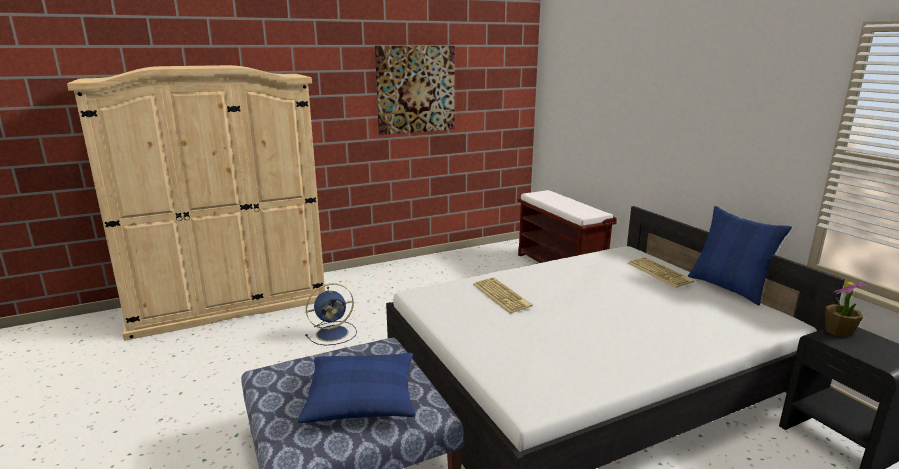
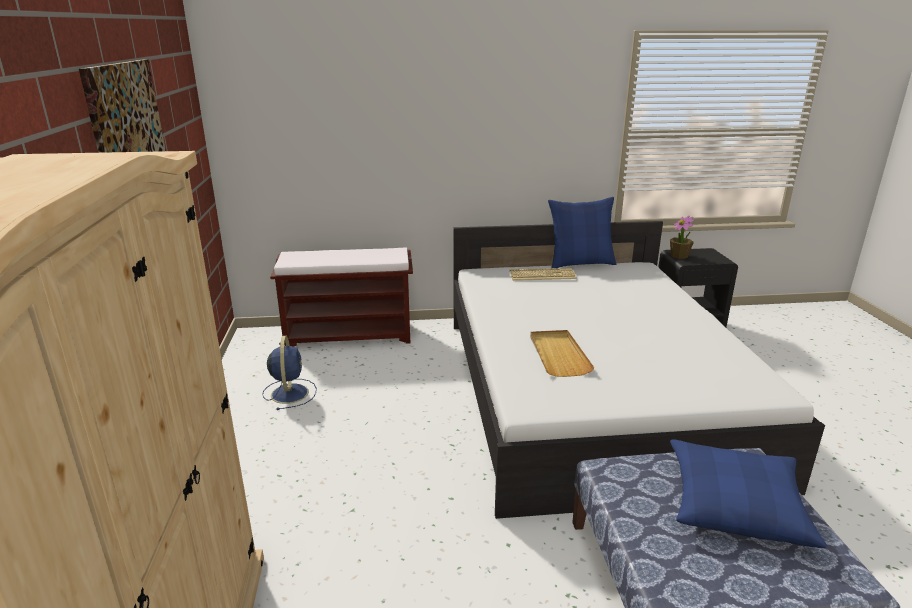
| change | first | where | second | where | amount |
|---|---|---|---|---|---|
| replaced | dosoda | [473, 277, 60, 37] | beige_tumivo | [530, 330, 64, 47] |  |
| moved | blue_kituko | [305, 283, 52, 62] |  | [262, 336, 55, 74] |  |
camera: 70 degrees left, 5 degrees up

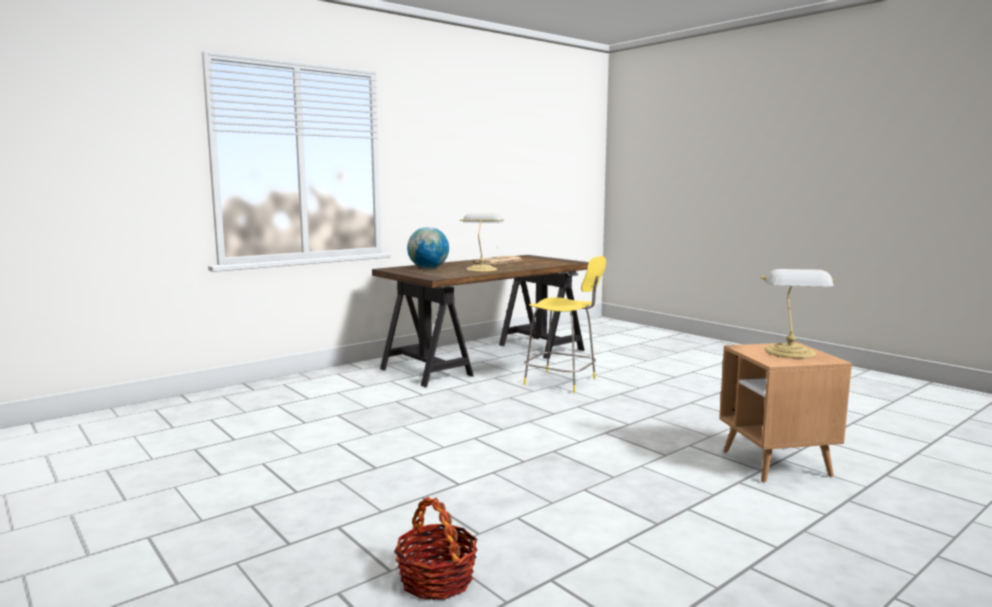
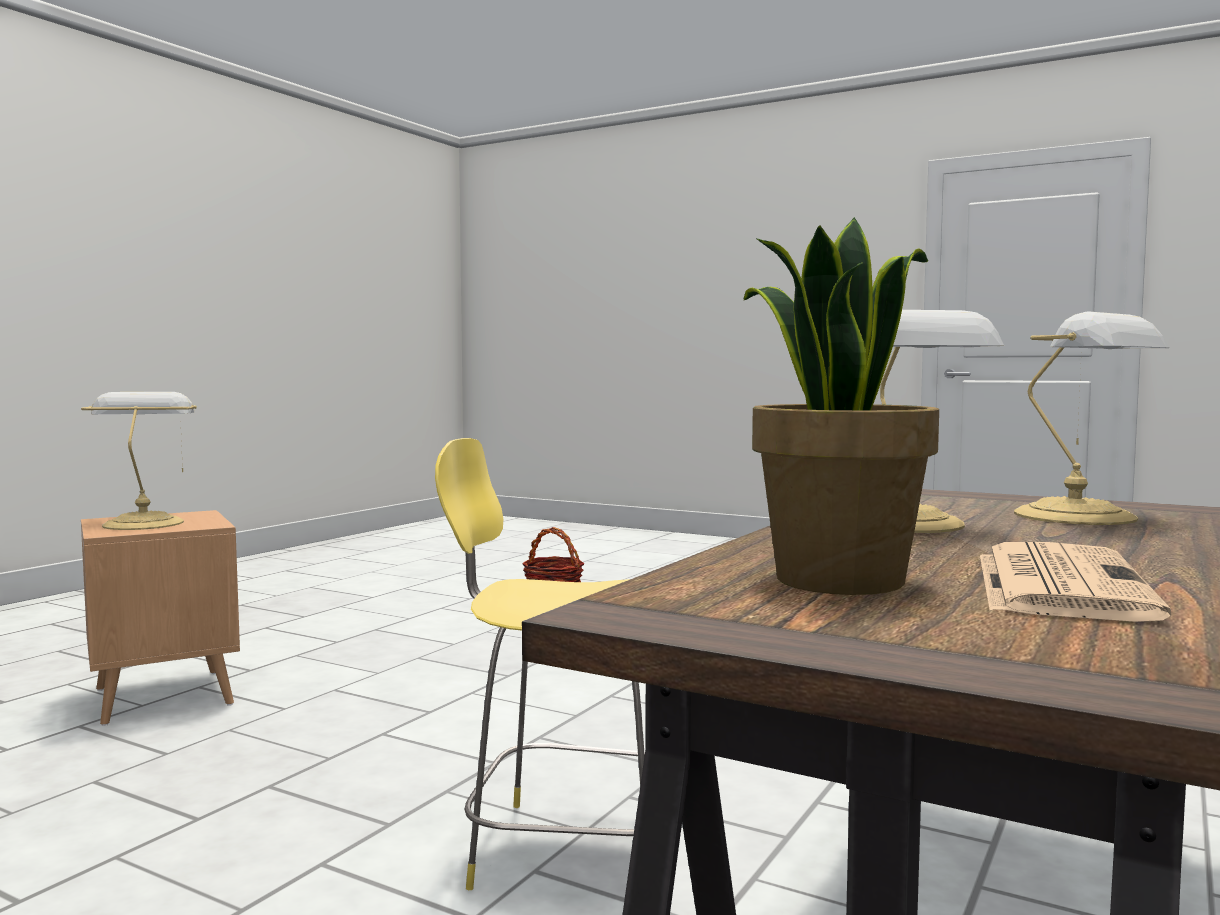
| change | first | where | second | where | amount |
|---|---|---|---|---|---|
| replaced | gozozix | [407, 227, 42, 42] | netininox | [1014, 311, 156, 214] |  |
| added |  |  | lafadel | [744, 217, 195, 378] |  |
camera: 160 degrees right, 5 degrees down

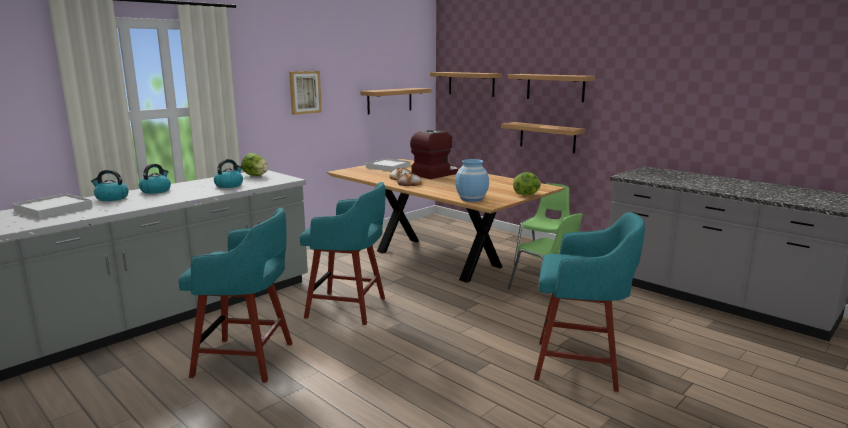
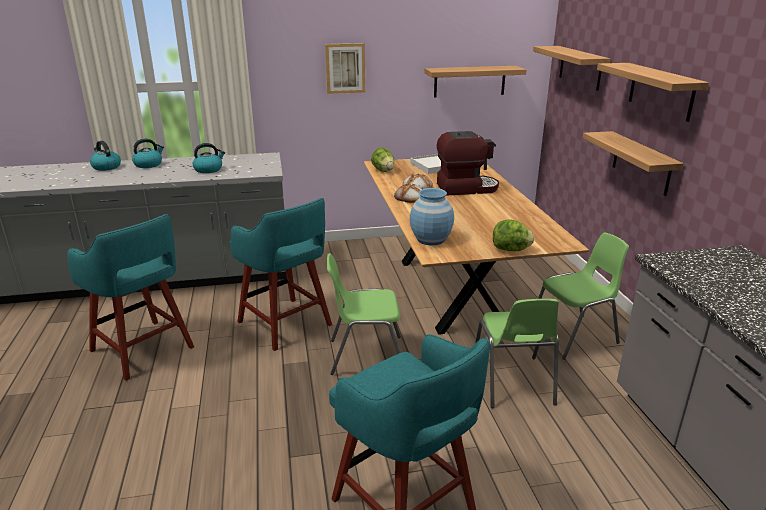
| change | first | where | second | where | amount |
|---|---|---|---|---|---|
| moved | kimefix | [241, 153, 27, 23] |  | [371, 147, 23, 25] |  |
| removed | white_tumivo | [13, 194, 80, 25] |  |  |  |
| added |  |  | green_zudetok | [327, 253, 74, 122] |  |
camera: 35 degrees right, 10 degrees up

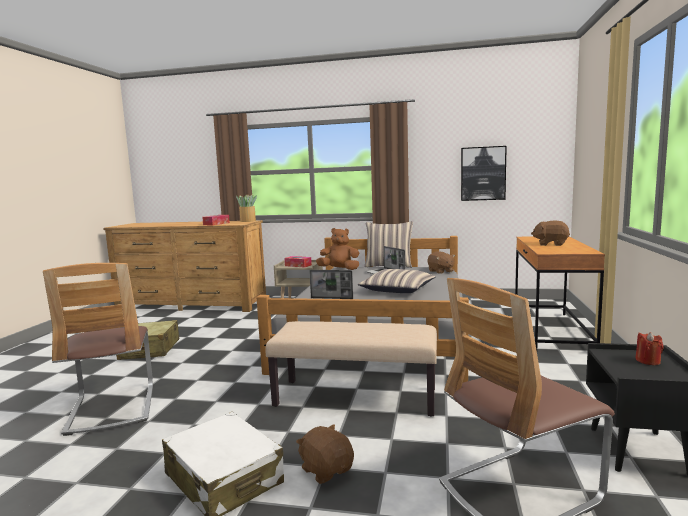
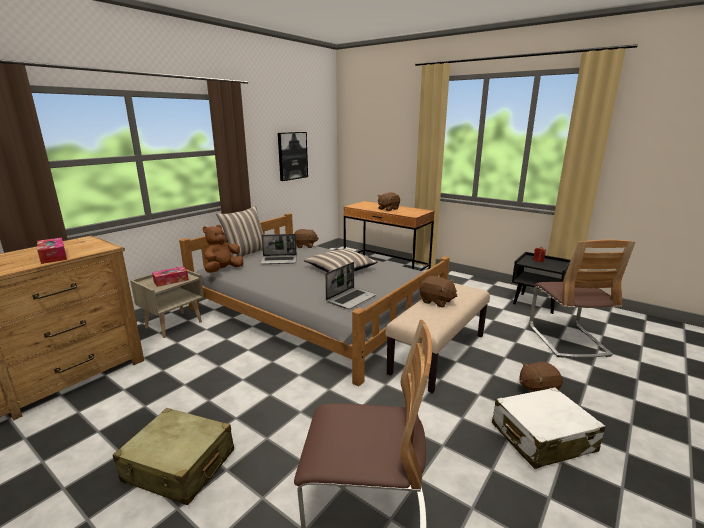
| change | first | where | second | where | amount |
|---|---|---|---|---|---|
| removed | lafadel | [236, 195, 21, 27] |  |  |  |
| added |  |  | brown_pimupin | [420, 276, 37, 31] |  |
camera: 65 degrees left, 10 degrees up

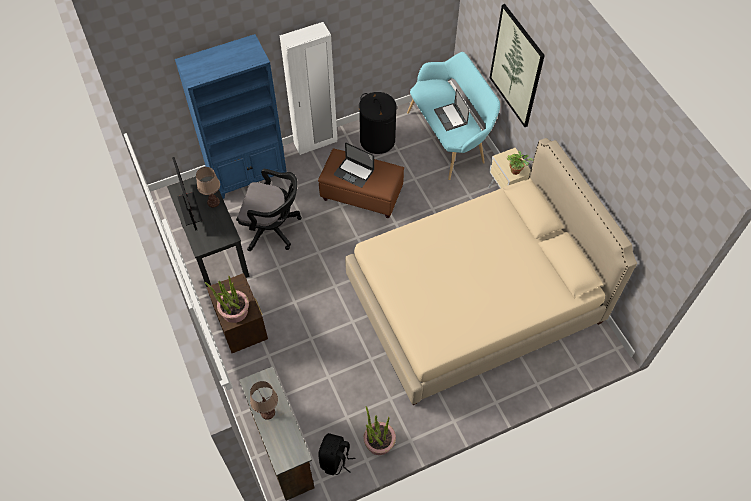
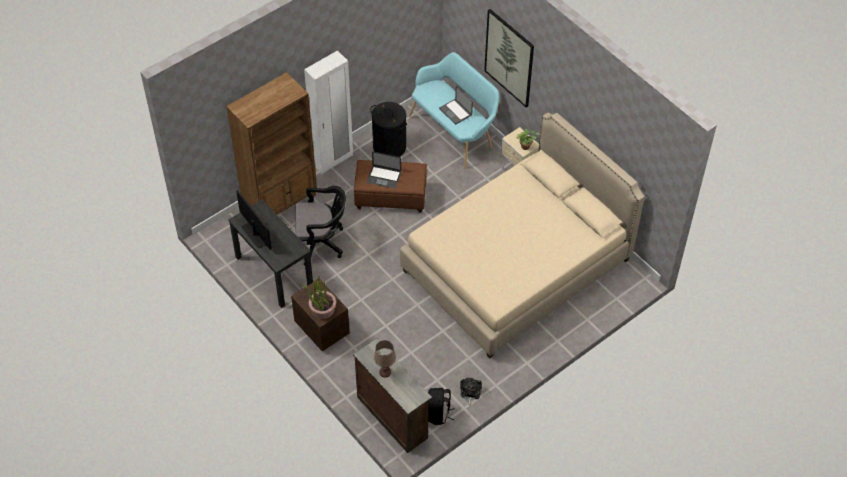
| change | first | where | second | where | amount |
|---|---|---|---|---|---|
| recoloured | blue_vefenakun | [175, 34, 112, 165] | brown_vefenakun | [226, 72, 91, 143] |  |
| removed | brown_netininox | [196, 167, 24, 40] |  |  |  |
| replaced | lafadel | [363, 406, 33, 49] | pimupin | [460, 377, 22, 29] |  |
camera: 15 degrees left, 5 degrees down

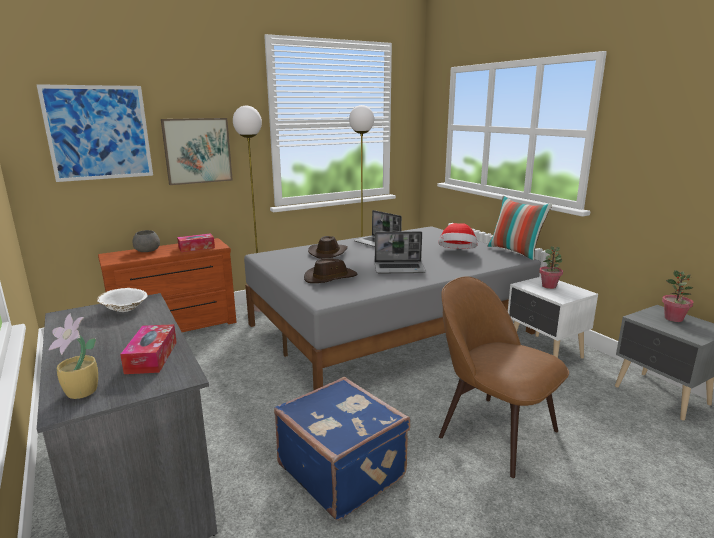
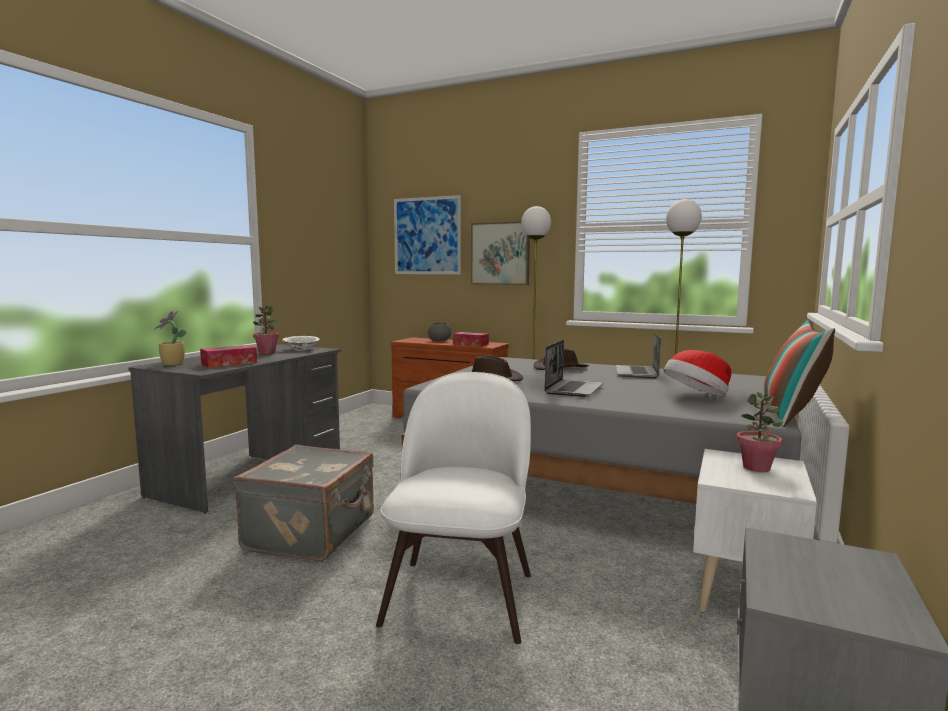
| change | first | where | second | where | amount |
|---|---|---|---|---|---|
| turned | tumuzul | [375, 231, 51, 43] |  | [544, 340, 59, 57] | 120 degrees counterclockwise |
| moved | lafadel | [662, 270, 32, 52] |  | [253, 306, 27, 49] |  |
| recoloured | brown_zudetok | [439, 277, 130, 201] | white_zudetok | [376, 372, 155, 272] |  |
| recoloured | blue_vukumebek | [274, 377, 136, 144] | grey_vukumebek | [233, 445, 141, 116] |  |
camera: 55 degrees right, 10 degrees down

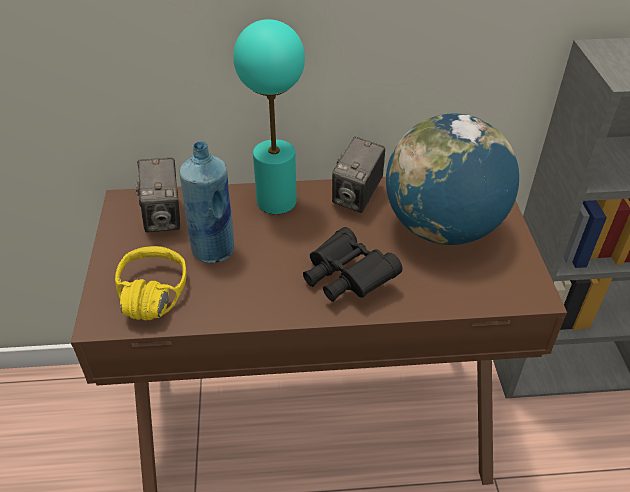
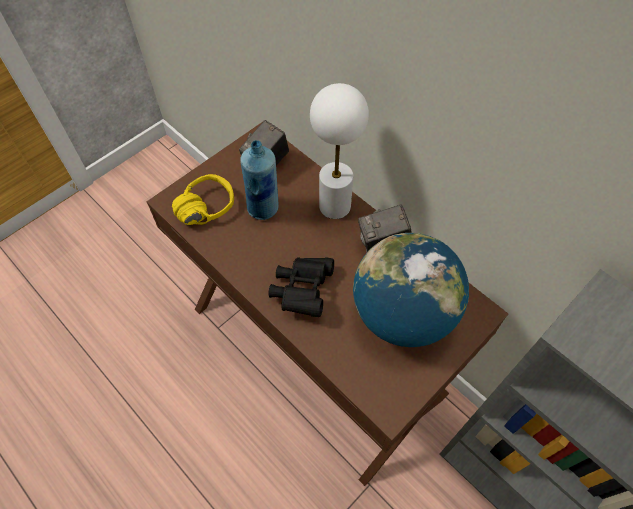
| change | first | where | second | where | amount |
|---|---|---|---|---|---|
| recoloured | turquoise_netininox | [233, 19, 72, 195] | white_netininox | [310, 83, 59, 136] |  |
camera: 50 degrees right, 15 degrees up

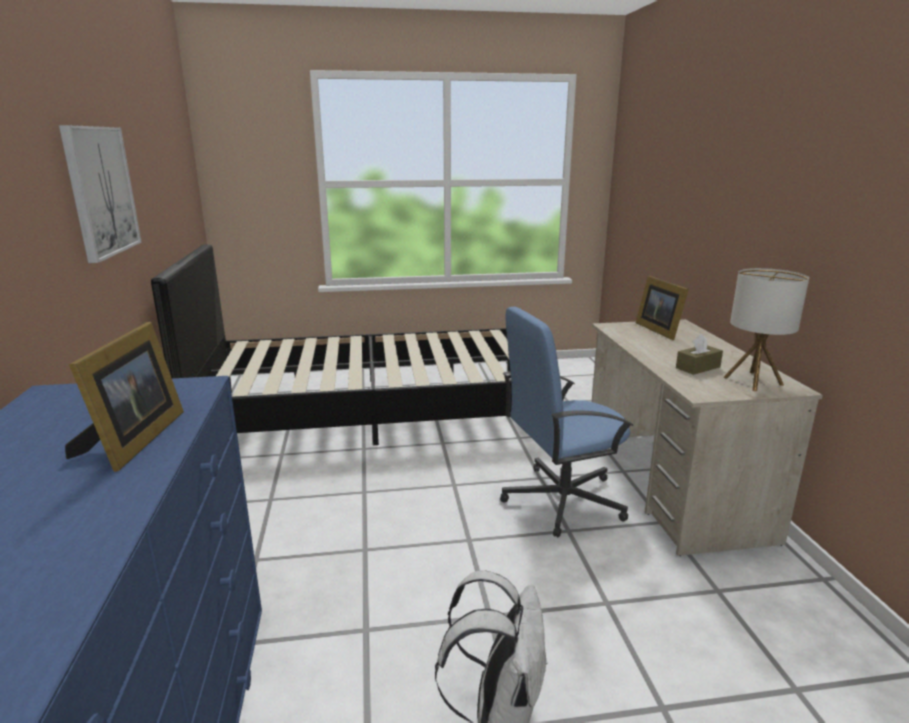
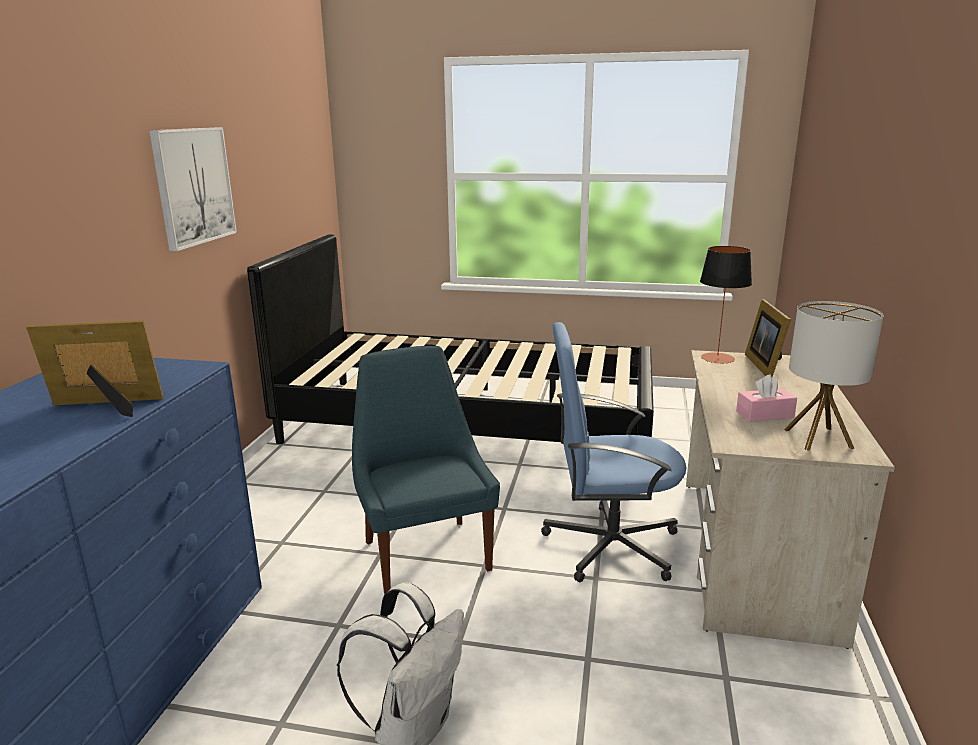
| change | first | where | second | where | amount |
|---|---|---|---|---|---|
| turned | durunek | [65, 322, 119, 150] |  | [26, 320, 137, 97] | 120 degrees counterclockwise |
| recoloured | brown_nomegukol | [676, 334, 47, 41] | pink_nomegukol | [736, 374, 61, 48] |  |
| added |  |  | netininox | [700, 246, 52, 118] |  |
| added |  |  | blue_zudetok | [352, 346, 148, 248] |  |
camera: 20 degrees right, 0 degrees up

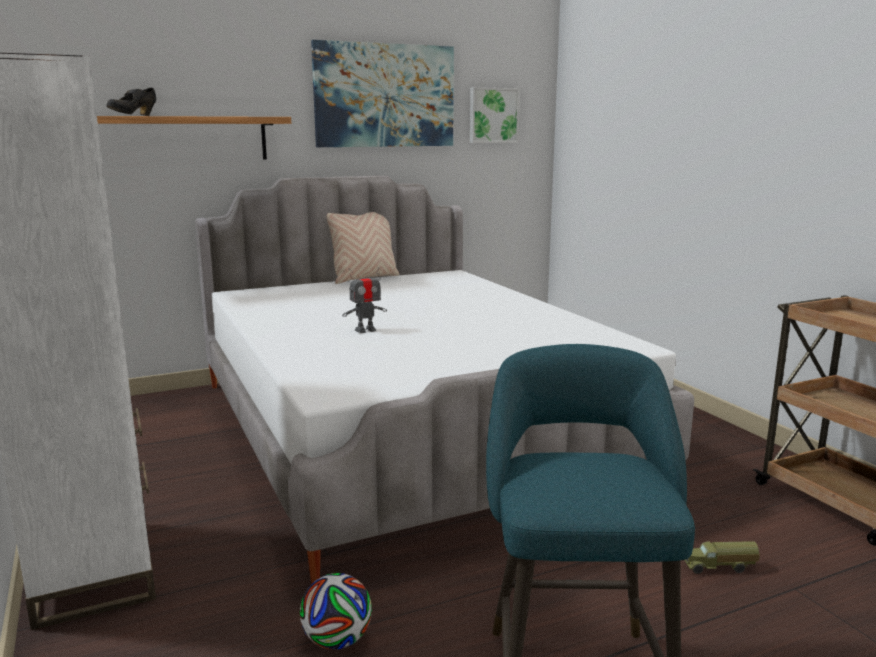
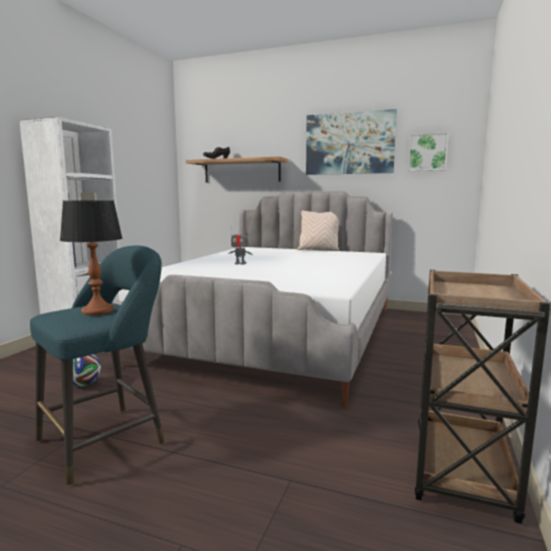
| change | first | where | second | where | amount |
|---|---|---|---|---|---|
| removed | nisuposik | [685, 541, 75, 33] |  |  |  |
| added |  |  | netininox | [60, 200, 63, 116] |  |
camera: 45 degrees right, 5 degrees down

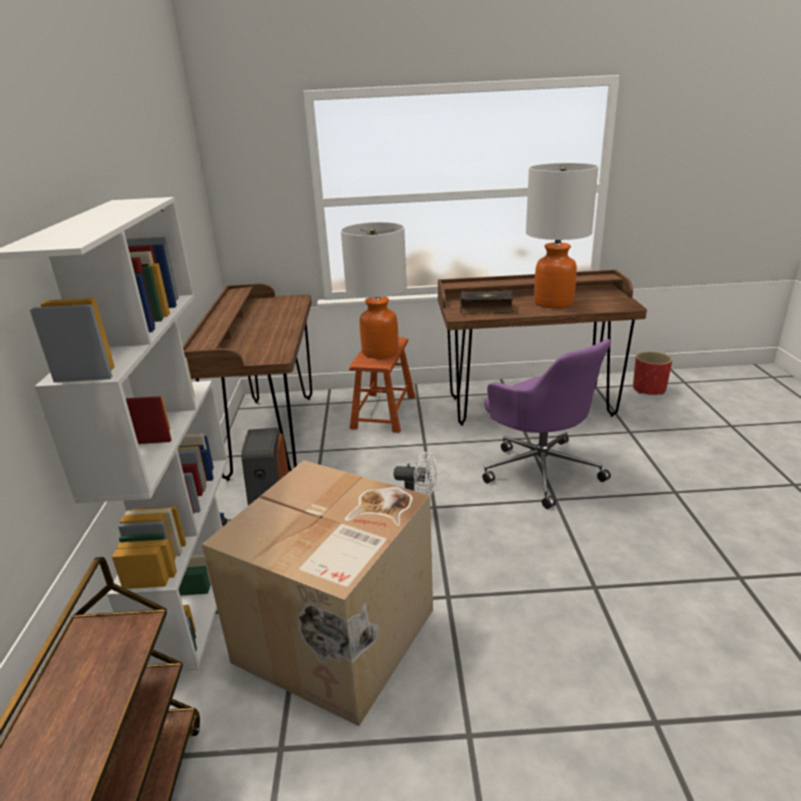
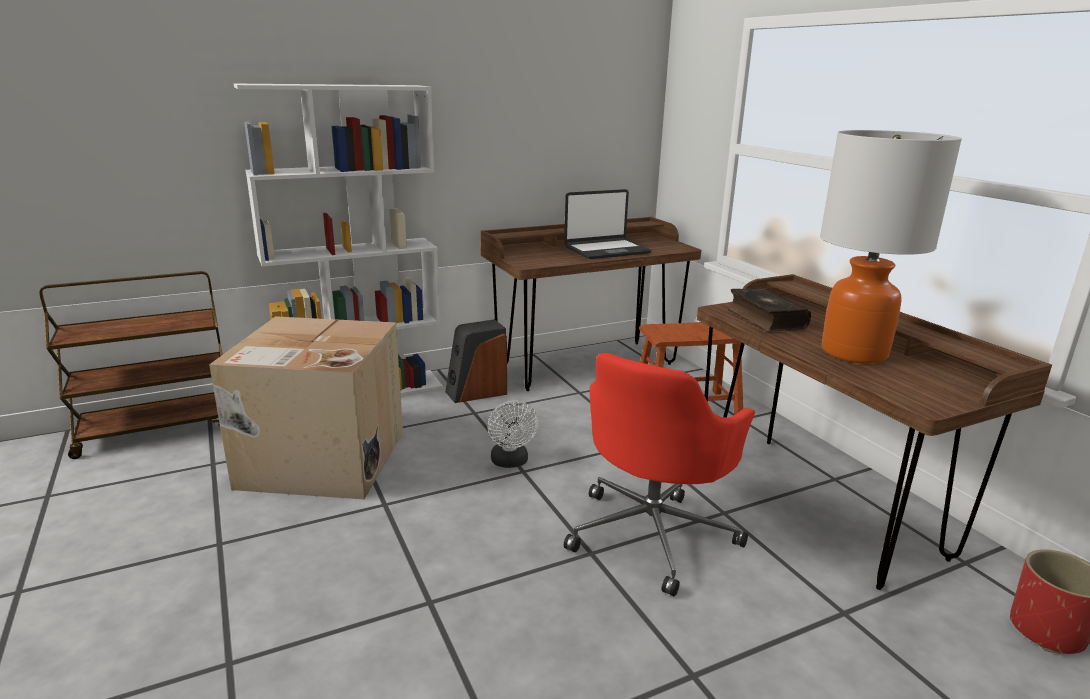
| change | first | where | second | where | amount |
|---|---|---|---|---|---|
| removed | netininox | [341, 222, 66, 137] |  |  |  |
| recoloured | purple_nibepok | [482, 339, 129, 170] | red_nibepok | [564, 353, 191, 243] |  |
| added |  |  | tumuzul | [564, 189, 88, 70] |  |
camera: 65 degrees right, 5 degrees down

